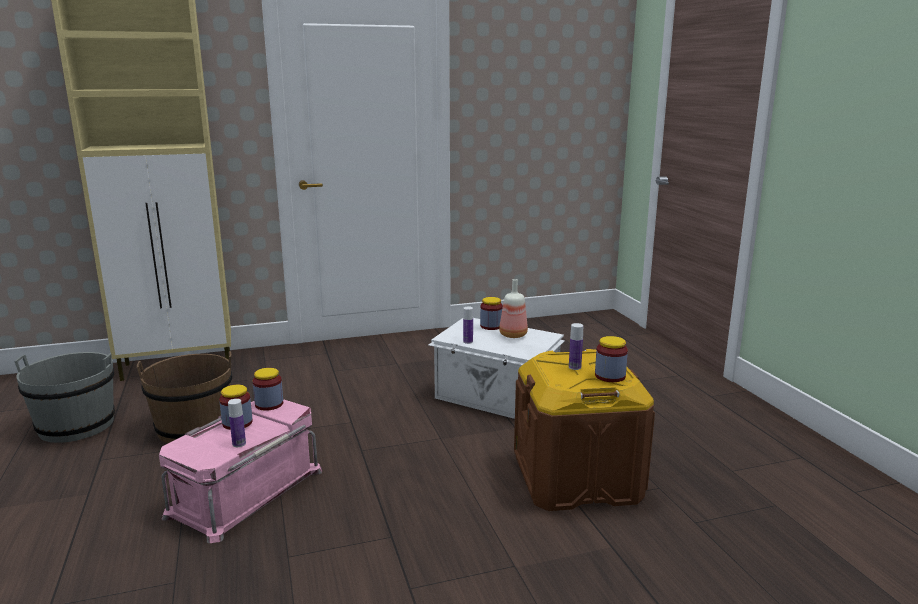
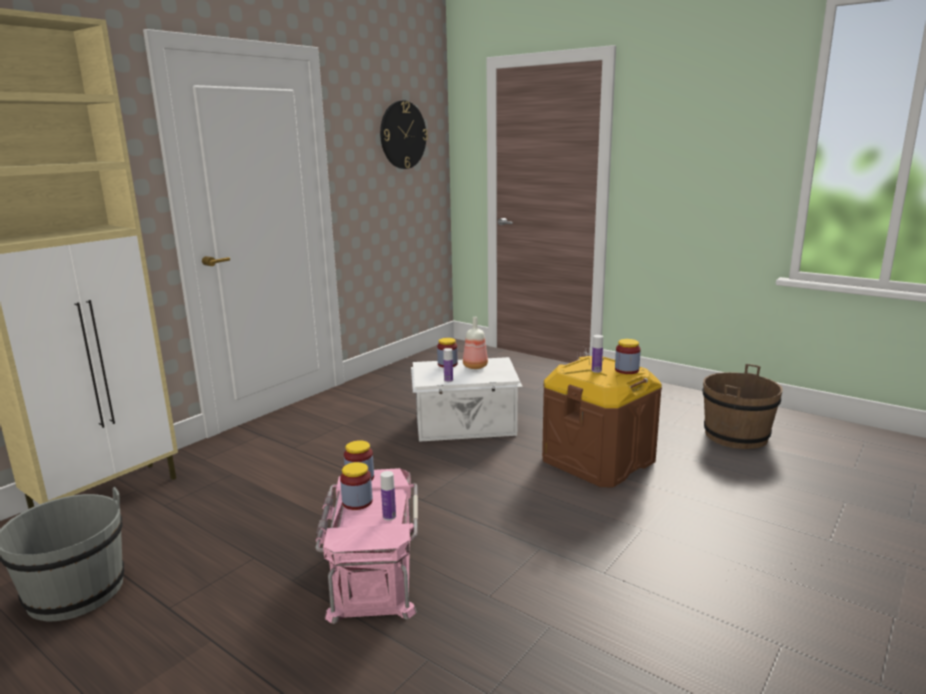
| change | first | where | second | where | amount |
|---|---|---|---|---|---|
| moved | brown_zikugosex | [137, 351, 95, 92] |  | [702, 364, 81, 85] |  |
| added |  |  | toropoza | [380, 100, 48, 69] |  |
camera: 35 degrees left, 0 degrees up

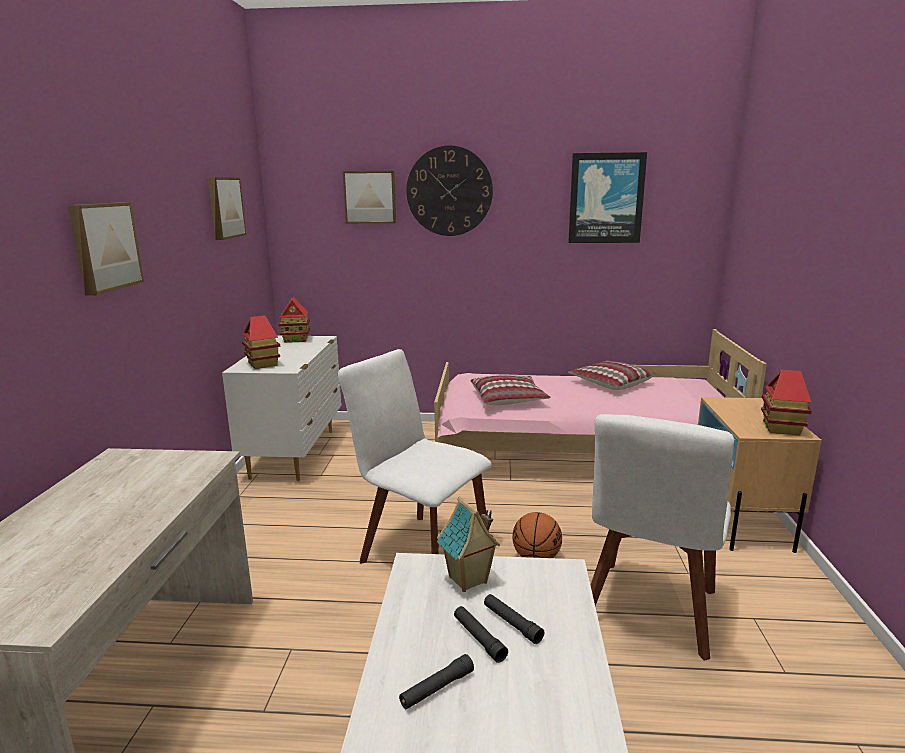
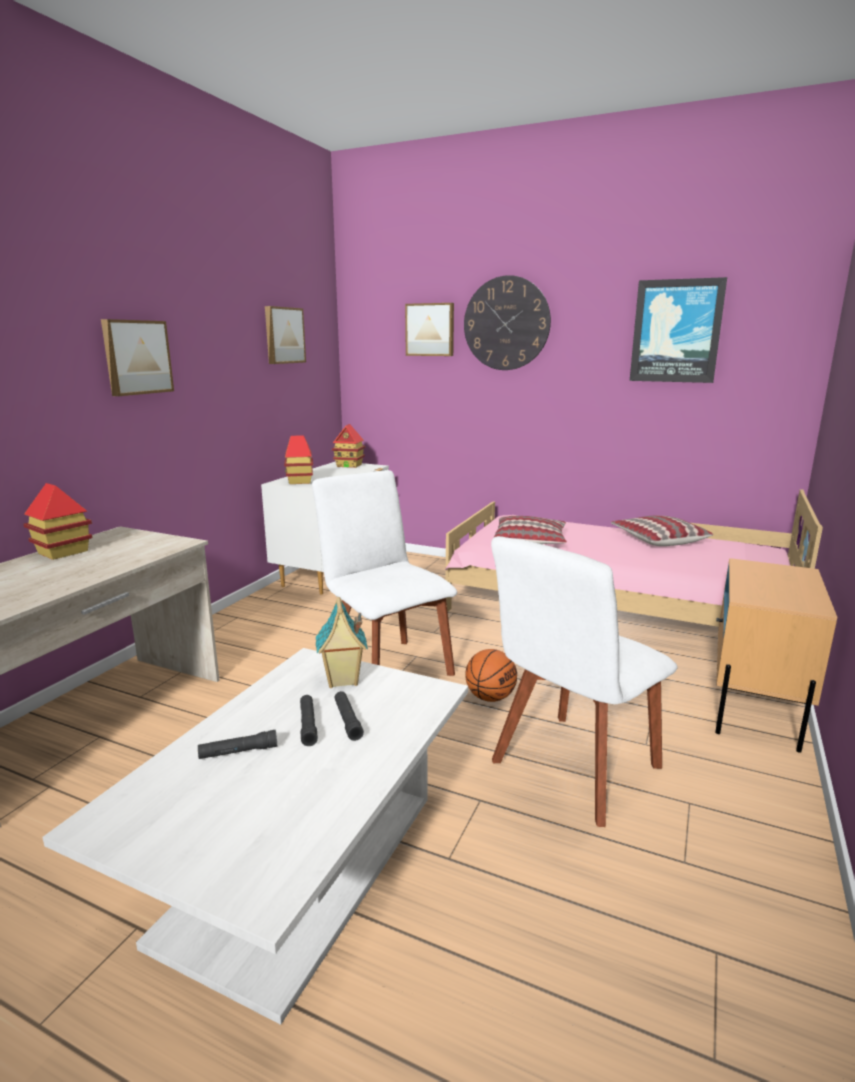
| change | first | where | second | where | amount |
|---|---|---|---|---|---|
| moved | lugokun | [761, 370, 51, 66] |  | [23, 483, 69, 77] |  |
camera: 20 degrees right, 0 degrees up

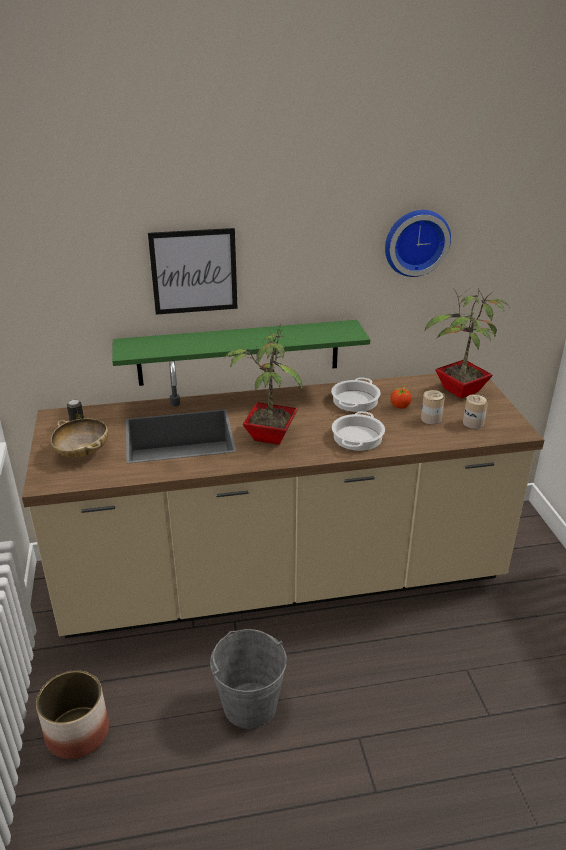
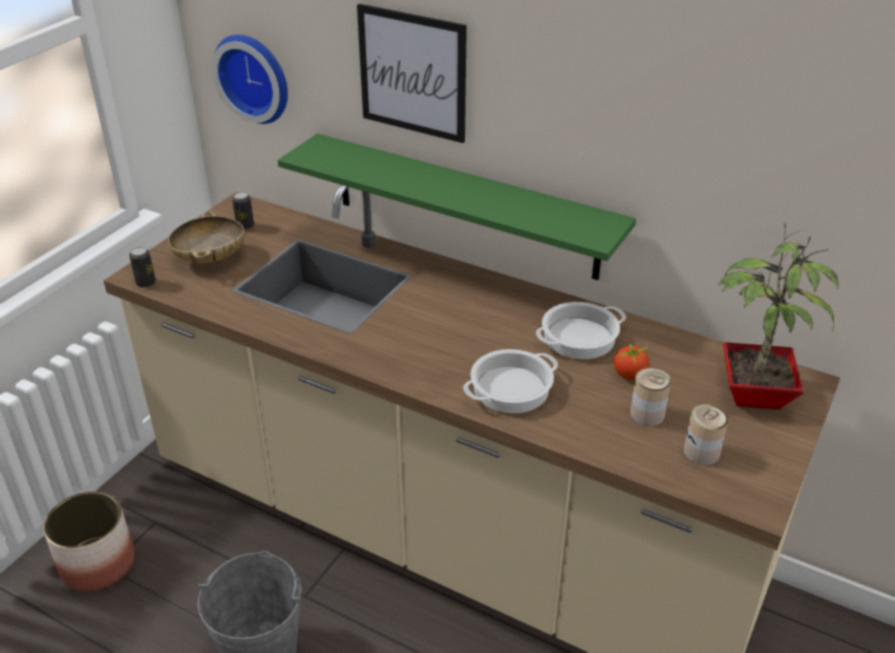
| change | first | where | second | where | amount |
|---|---|---|---|---|---|
| moved | toropoza | [385, 210, 66, 67] |  | [212, 35, 76, 89] |  |
| removed | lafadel | [224, 324, 79, 121] |  |  |  |
| added |  |  | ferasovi | [129, 247, 27, 41] |  |
camera: 40 degrees right, 5 degrees up

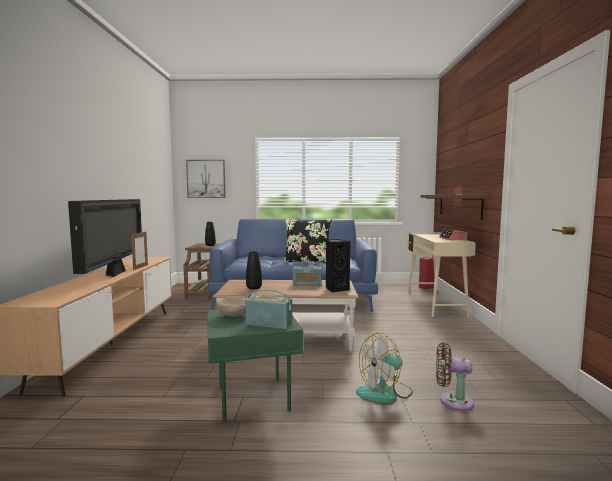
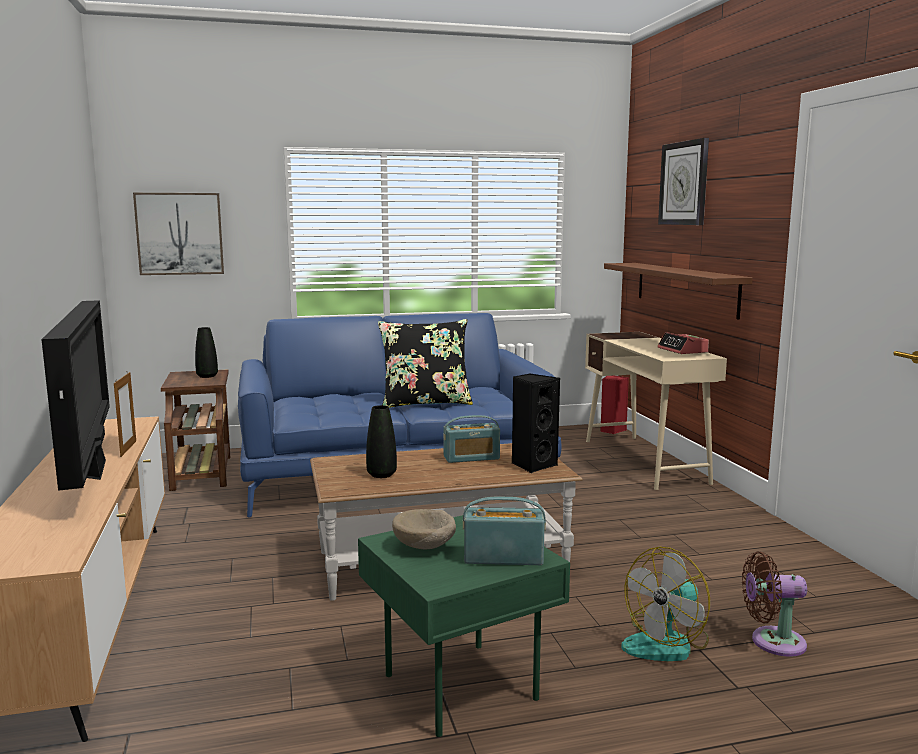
| change | first | where | second | where | amount |
|---|---|---|---|---|---|
| added |  |  | toropoza | [658, 138, 51, 87] |  |
camera: 15 degrees left, 5 degrees up

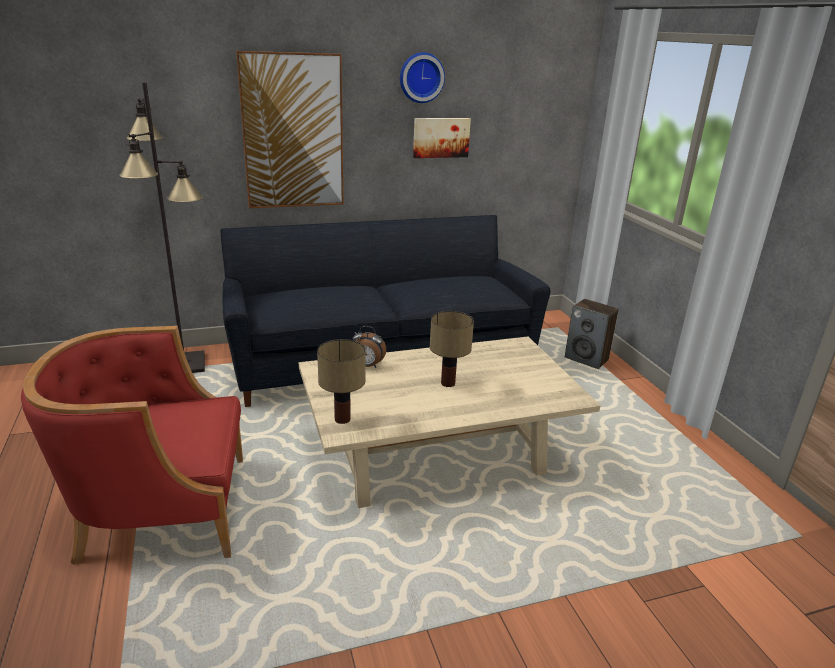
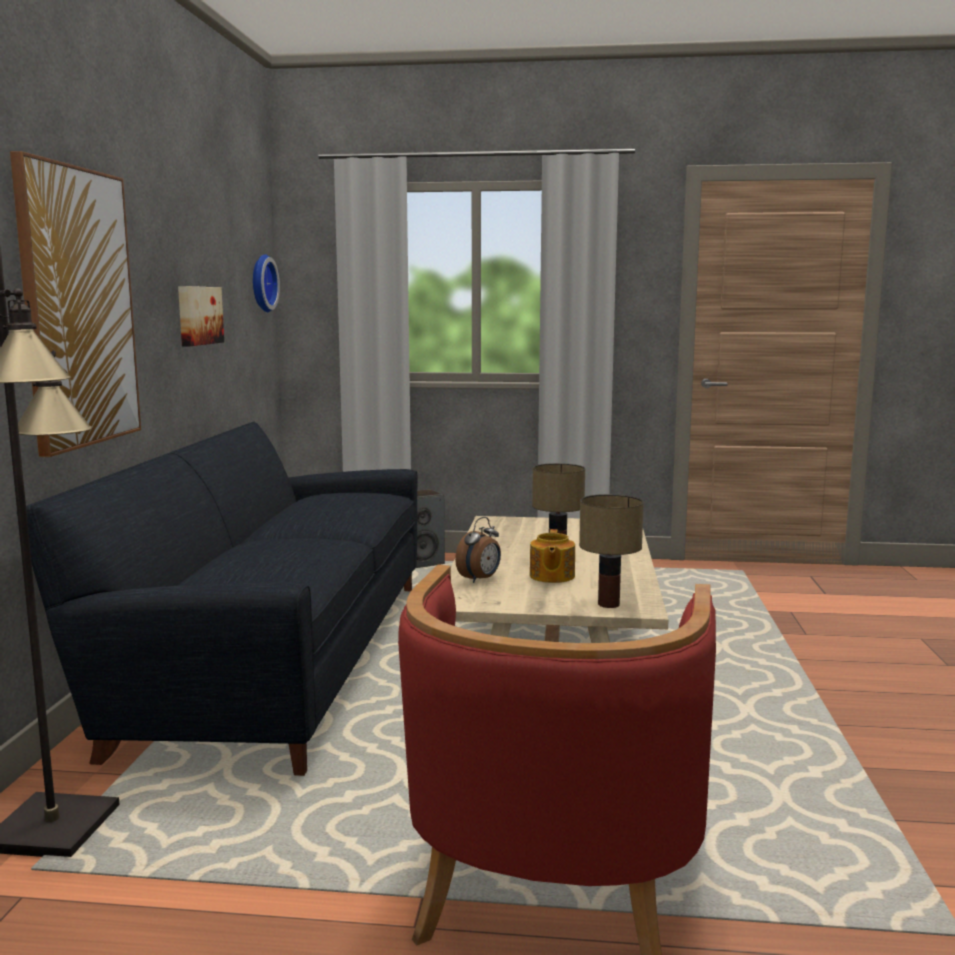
| change | first | where | second | where | amount |
|---|---|---|---|---|---|
| moved | toropoza | [400, 52, 45, 51] |  | [253, 254, 27, 58] |  |
| added |  |  | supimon | [530, 529, 45, 54] |  |
camera: 65 degrees left, 15 degrees down

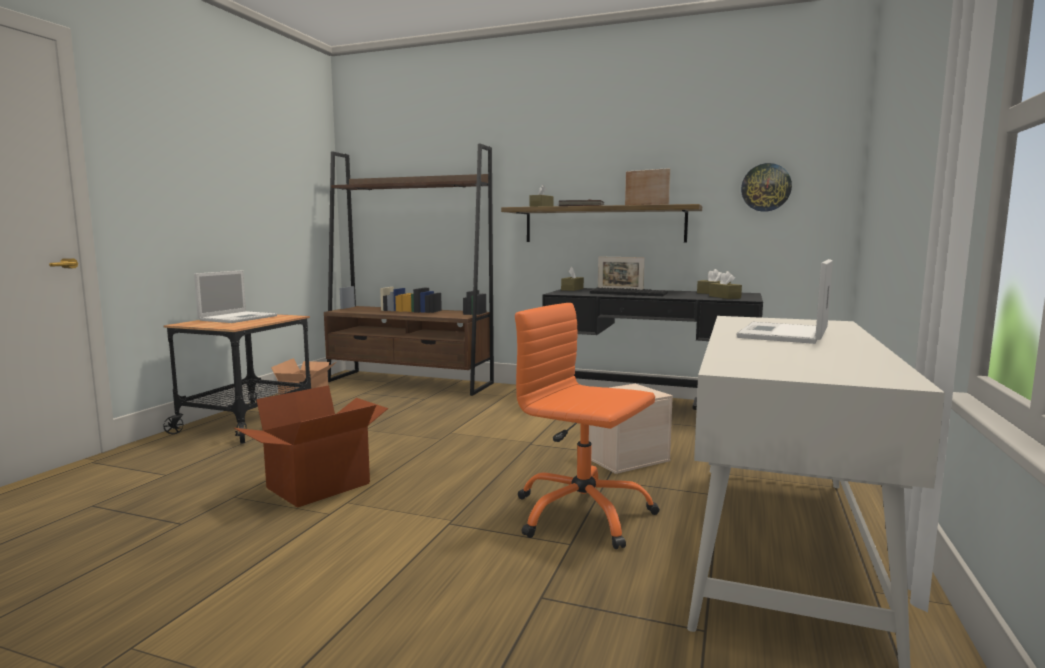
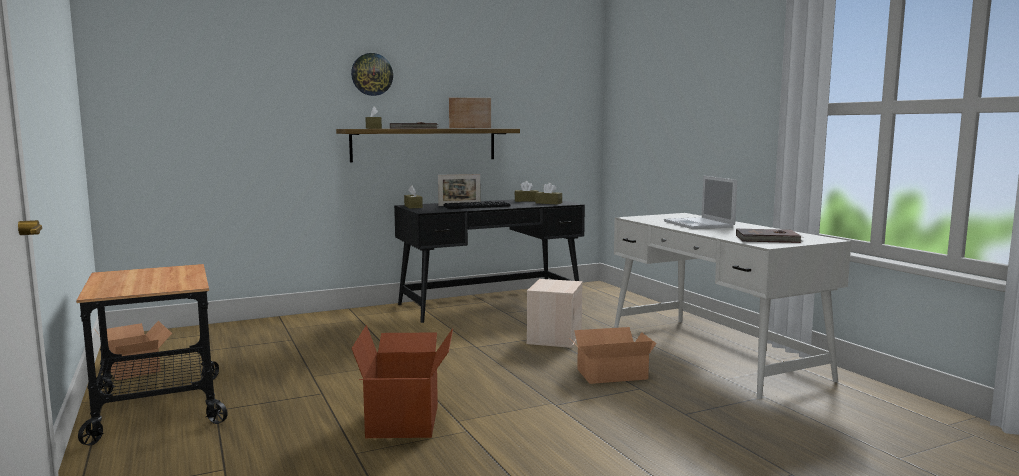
| change | first | where | second | where | amount |
|---|---|---|---|---|---|
| removed | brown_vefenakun | [324, 144, 170, 252] |  |  |  |
| moved | toropoza | [741, 163, 51, 49] |  | [351, 53, 42, 43] |  |
| removed | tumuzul | [194, 270, 83, 53] |  |  |  |
| replaced | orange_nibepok | [515, 303, 145, 246] | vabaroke | [570, 327, 87, 57] |  |
| added |  |  | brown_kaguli | [736, 229, 66, 14] |  |
camera: 45 degrees left, 0 degrees up

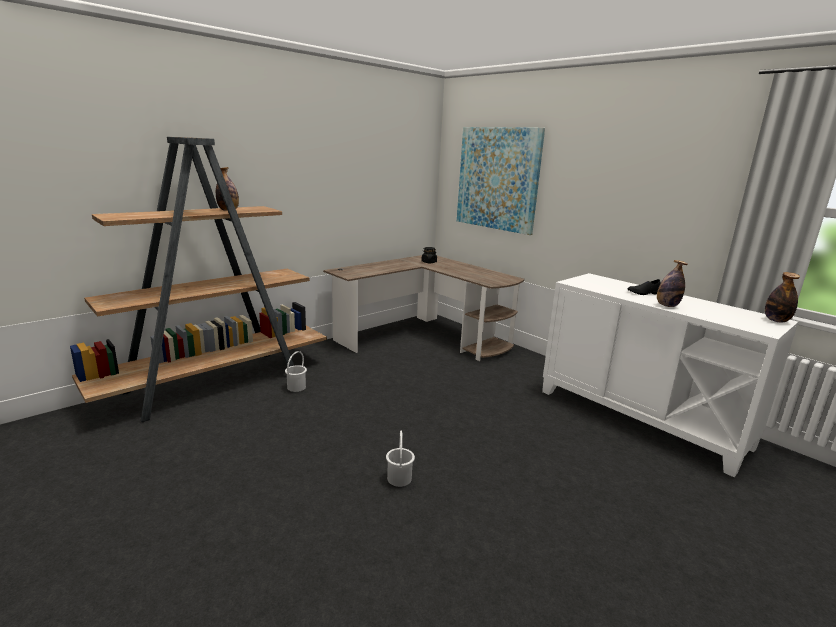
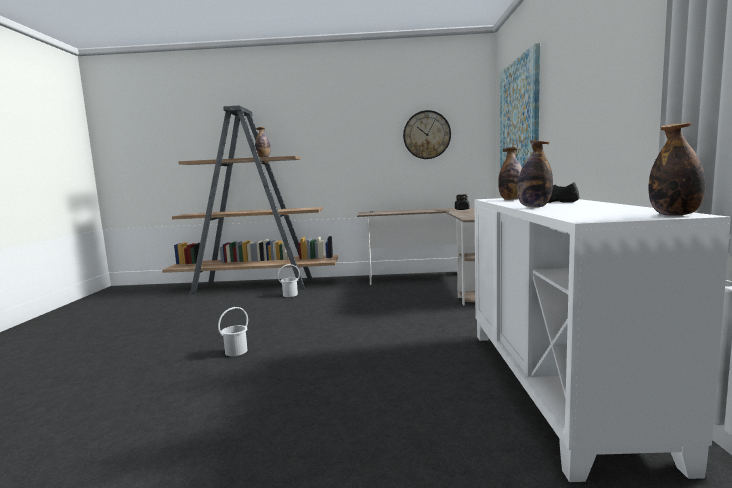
| change | first | where | second | where | amount |
|---|---|---|---|---|---|
| added |  |  | toropoza | [403, 110, 48, 49] |  |
| added |  |  | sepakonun | [498, 147, 24, 53] |  |
camera: 45 degrees right, 10 degrees down

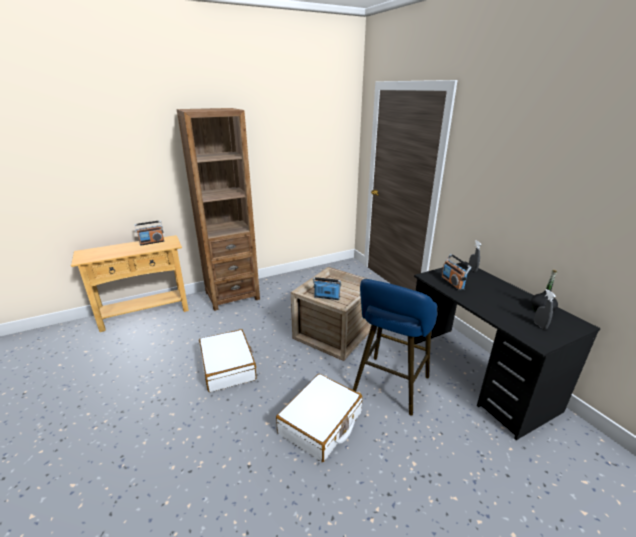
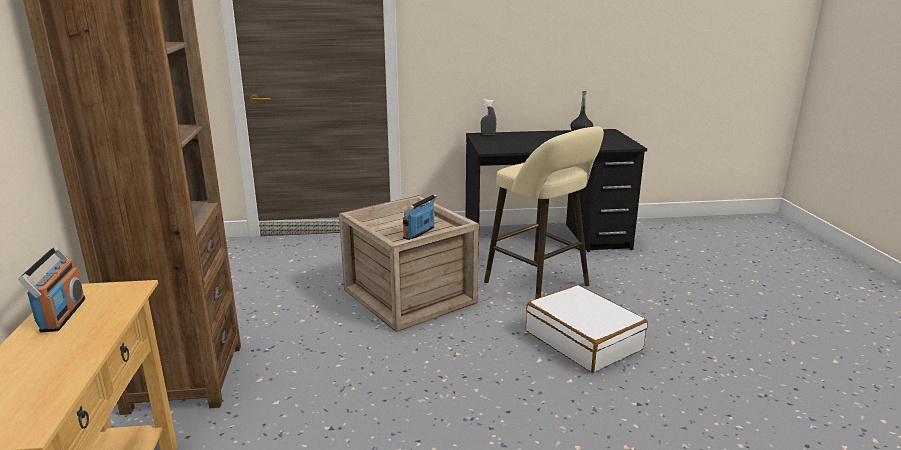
| change | first | where | second | where | amount |
|---|---|---|---|---|---|
| removed | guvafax | [441, 254, 30, 37] |  |  |  |
| recoloured | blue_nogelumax | [353, 279, 84, 137] | beige_nogelumax | [484, 127, 120, 172] |  |
| removed | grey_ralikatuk | [534, 289, 22, 41] |  |  |  |
| removed | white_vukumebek | [199, 329, 57, 63] |  |  |  |
camera: 70 degrees left, 5 degrees down

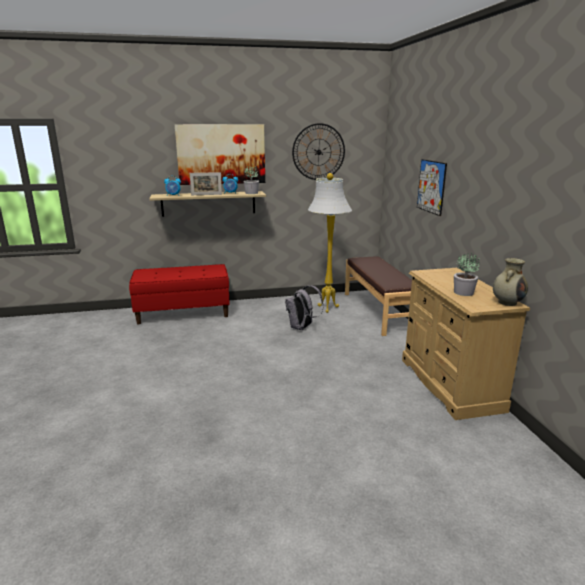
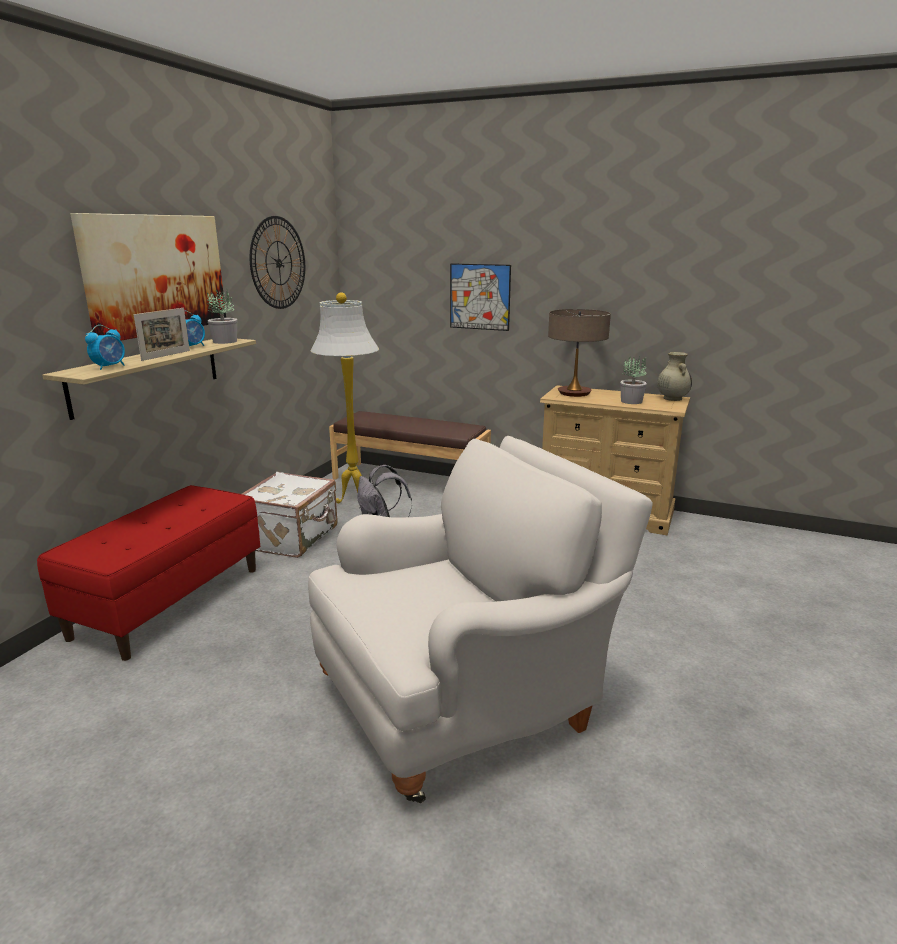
| change | first | where | second | where | amount |
|---|---|---|---|---|---|
| added |  |  | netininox | [548, 309, 63, 88] |  |
| added |  |  | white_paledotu | [308, 436, 345, 367] |  |
| added |  |  | white_vukumebek | [242, 472, 96, 86] |  |
camera: 55 degrees left, 0 degrees up

